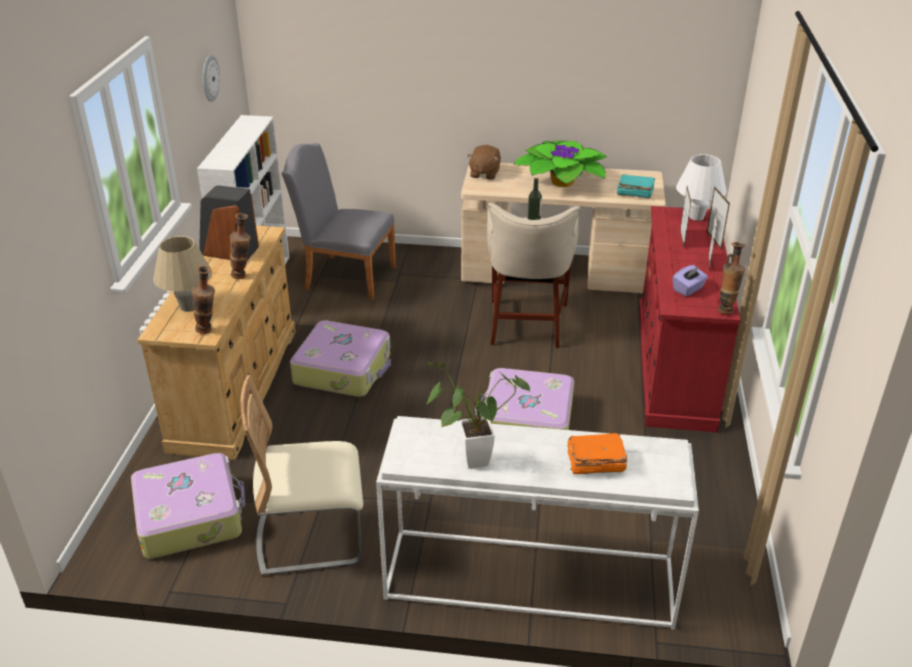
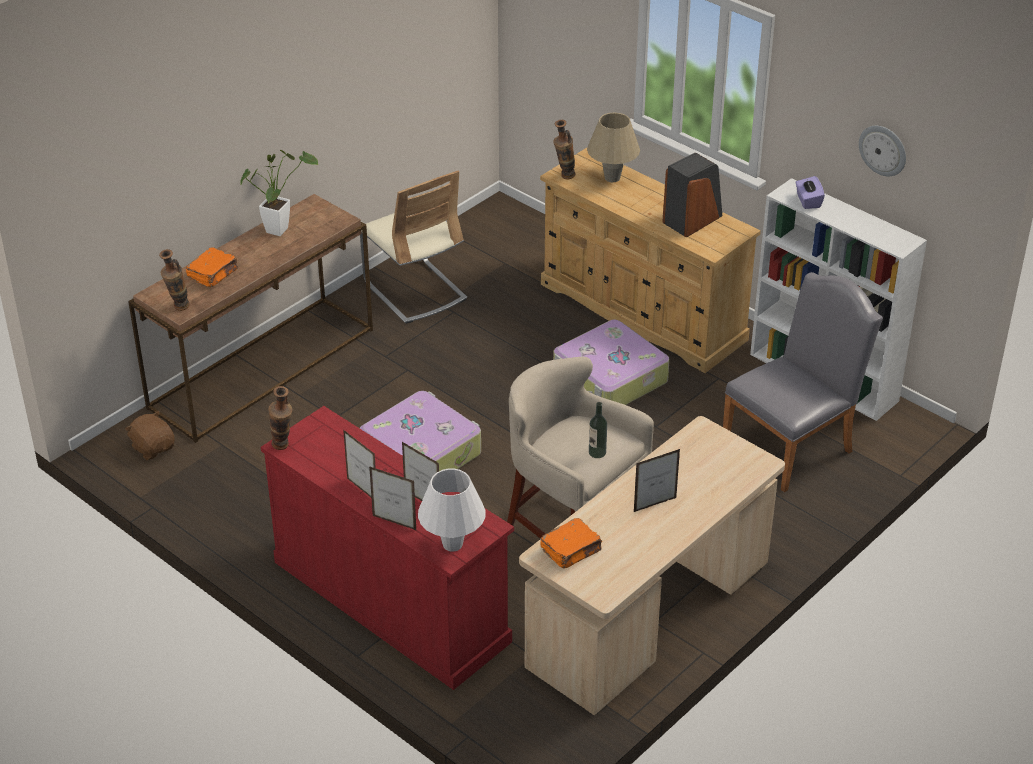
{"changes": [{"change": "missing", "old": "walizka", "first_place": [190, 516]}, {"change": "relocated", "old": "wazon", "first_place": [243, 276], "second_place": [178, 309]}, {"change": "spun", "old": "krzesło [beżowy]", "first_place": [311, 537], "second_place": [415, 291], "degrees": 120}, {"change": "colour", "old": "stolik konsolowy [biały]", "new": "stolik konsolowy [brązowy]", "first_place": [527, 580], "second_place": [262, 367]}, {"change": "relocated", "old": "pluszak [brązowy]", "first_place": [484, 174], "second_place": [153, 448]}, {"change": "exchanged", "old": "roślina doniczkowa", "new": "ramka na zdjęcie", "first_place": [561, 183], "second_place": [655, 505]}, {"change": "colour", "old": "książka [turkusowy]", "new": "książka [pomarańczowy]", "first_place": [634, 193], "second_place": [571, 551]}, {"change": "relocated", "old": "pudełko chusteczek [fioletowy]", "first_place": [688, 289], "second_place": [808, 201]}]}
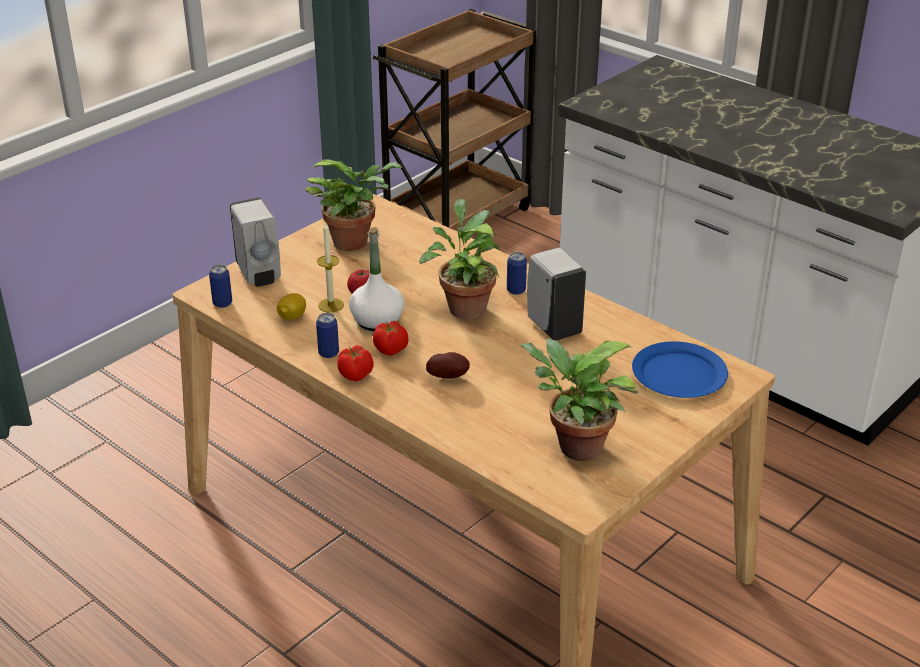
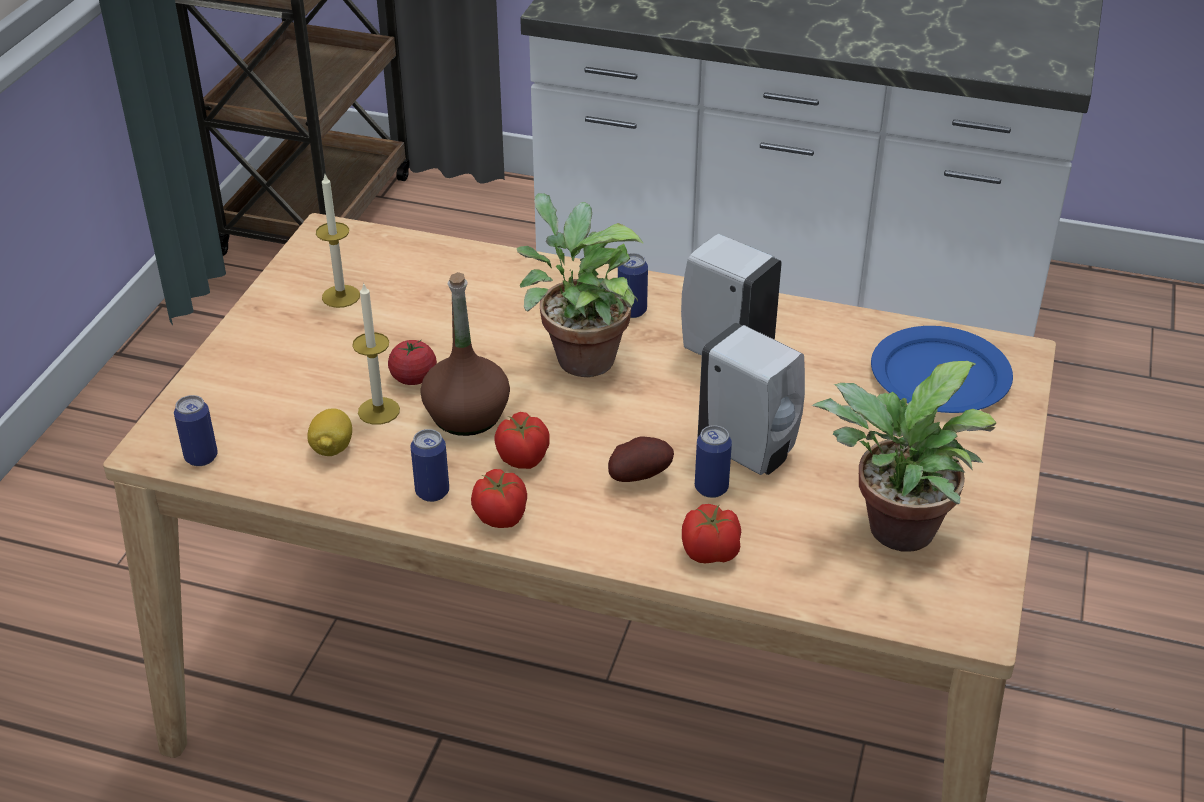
{"changes": [{"change": "relocated", "old": "dozownik mydła [biały]", "first_place": [259, 275], "second_place": [749, 452]}, {"change": "exchanged", "old": "roślina doniczkowa", "new": "świeca", "first_place": [355, 241], "second_place": [341, 296]}, {"change": "colour", "old": "butelka [biały]", "new": "butelka [brązowy]", "first_place": [377, 320], "second_place": [467, 415]}, {"change": "appeared", "new": "pomidor", "second_place": [711, 553]}, {"change": "appeared", "new": "puszka", "second_place": [711, 488]}]}
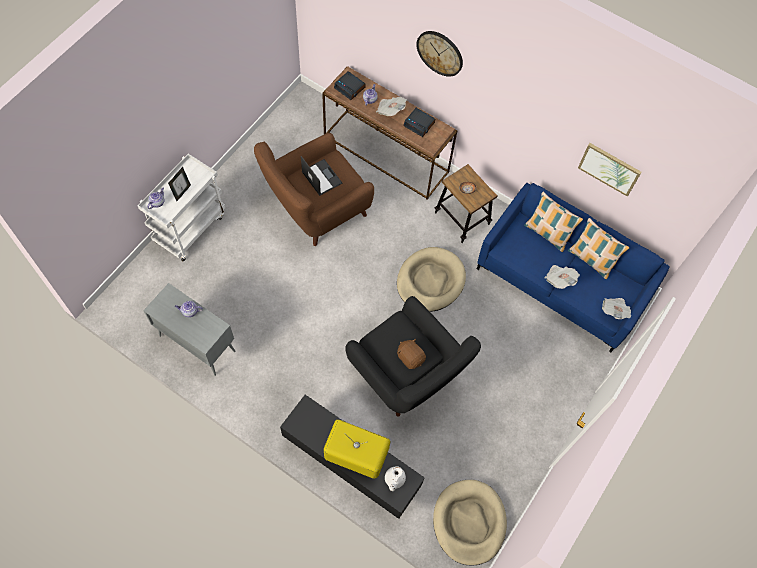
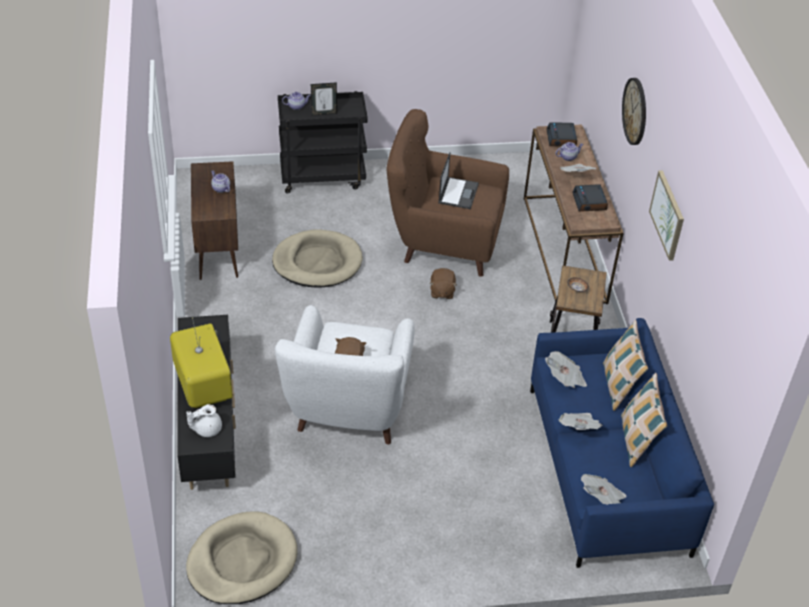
{"changes": [{"change": "colour", "old": "wózek [biały]", "new": "wózek [czarny]", "first_place": [190, 227], "second_place": [323, 177]}, {"change": "colour", "old": "szafka [szary]", "new": "szafka [brązowy]", "first_place": [196, 343], "second_place": [217, 249]}, {"change": "colour", "old": "fotel [czarny]", "new": "fotel [biały]", "first_place": [406, 376], "second_place": [348, 410]}, {"change": "relocated", "old": "legowisko [beżowy]", "first_place": [430, 281], "second_place": [317, 262]}, {"change": "relocated", "old": "obraz", "first_place": [609, 168], "second_place": [667, 215]}, {"change": "appeared", "new": "pluszak [brązowy]", "second_place": [442, 291]}, {"change": "appeared", "new": "gazeta", "second_place": [565, 379]}]}
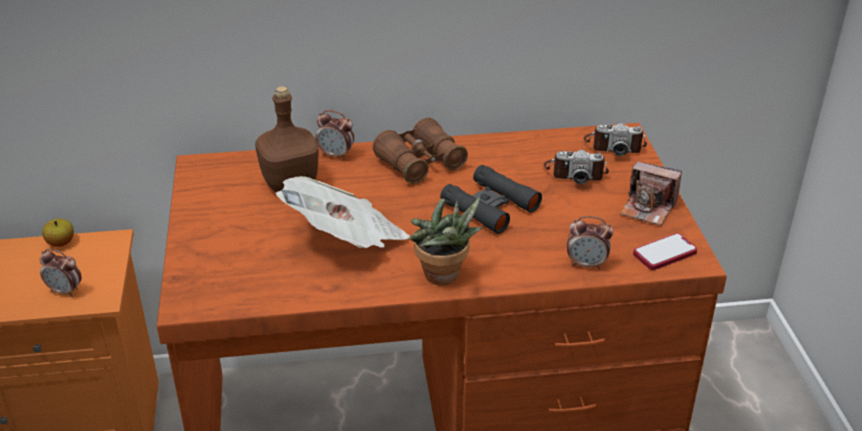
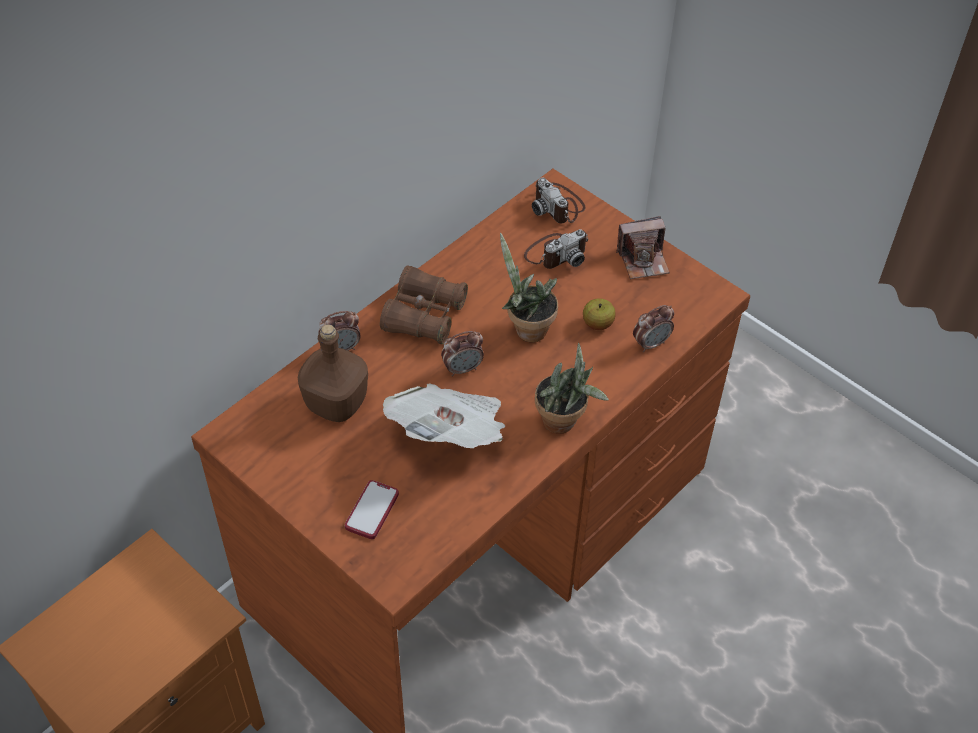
{"changes": [{"change": "relocated", "old": "budzik", "first_place": [65, 291], "second_place": [462, 368]}, {"change": "relocated", "old": "jabłko", "first_place": [61, 243], "second_place": [597, 324]}, {"change": "exchanged", "old": "lornetka [czarny]", "new": "roślina doniczkowa", "first_place": [490, 206], "second_place": [526, 329]}, {"change": "spun", "old": "aparat fotograficzny", "first_place": [614, 145], "second_place": [558, 206], "degrees": 90}, {"change": "relocated", "old": "telefon", "first_place": [664, 253], "second_place": [372, 510]}]}
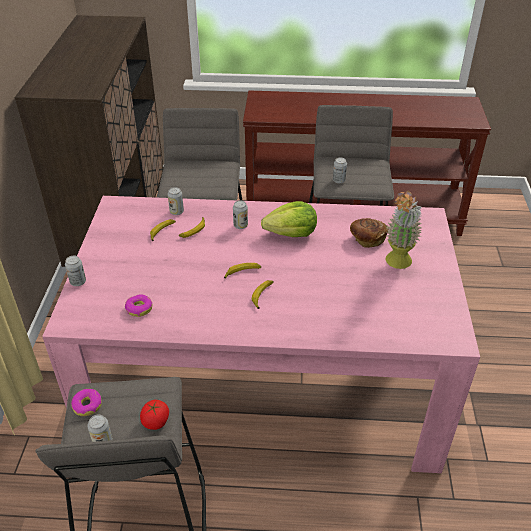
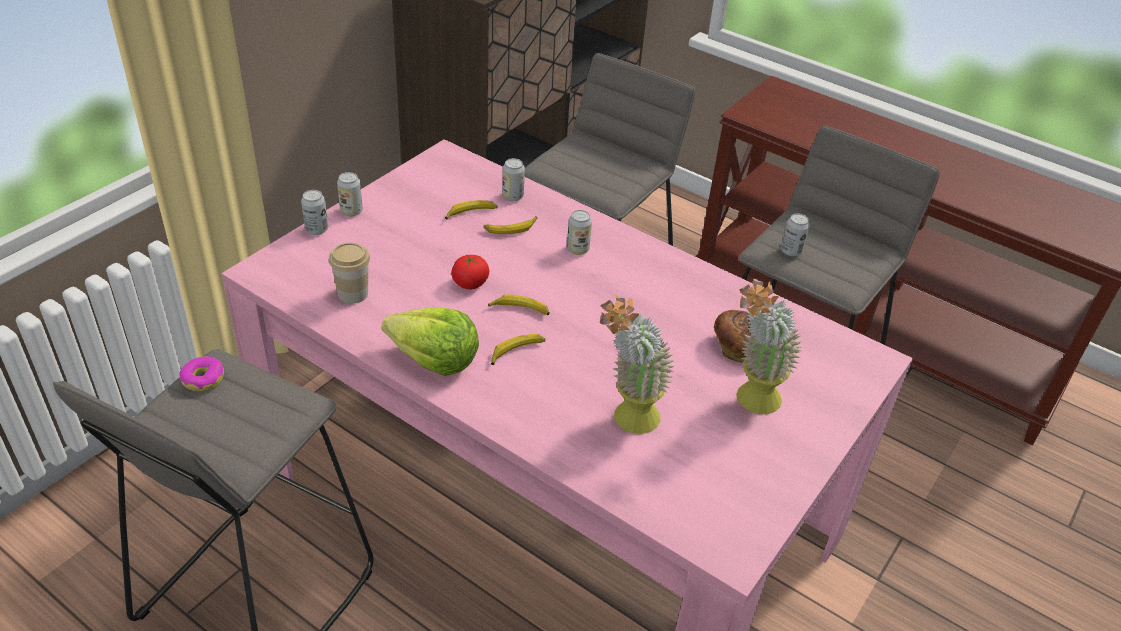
{"changes": [{"change": "relocated", "old": "puszka", "first_place": [103, 443], "second_place": [351, 211]}, {"change": "exchanged", "old": "donut", "new": "filiżanka", "first_place": [139, 308], "second_place": [353, 294]}, {"change": "relocated", "old": "pomidor", "first_place": [156, 421], "second_place": [470, 283]}, {"change": "relocated", "old": "sałata", "first_place": [291, 233], "second_place": [434, 360]}, {"change": "appeared", "new": "roślina doniczkowa", "second_place": [626, 422]}]}
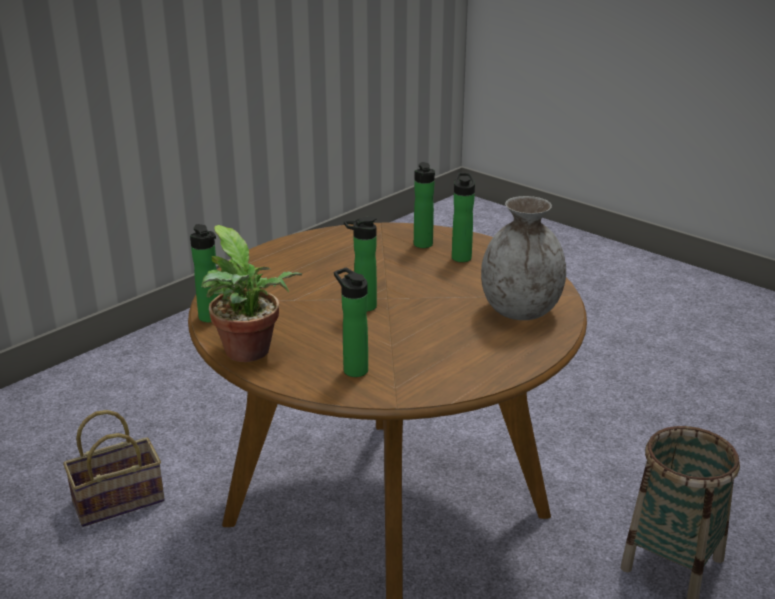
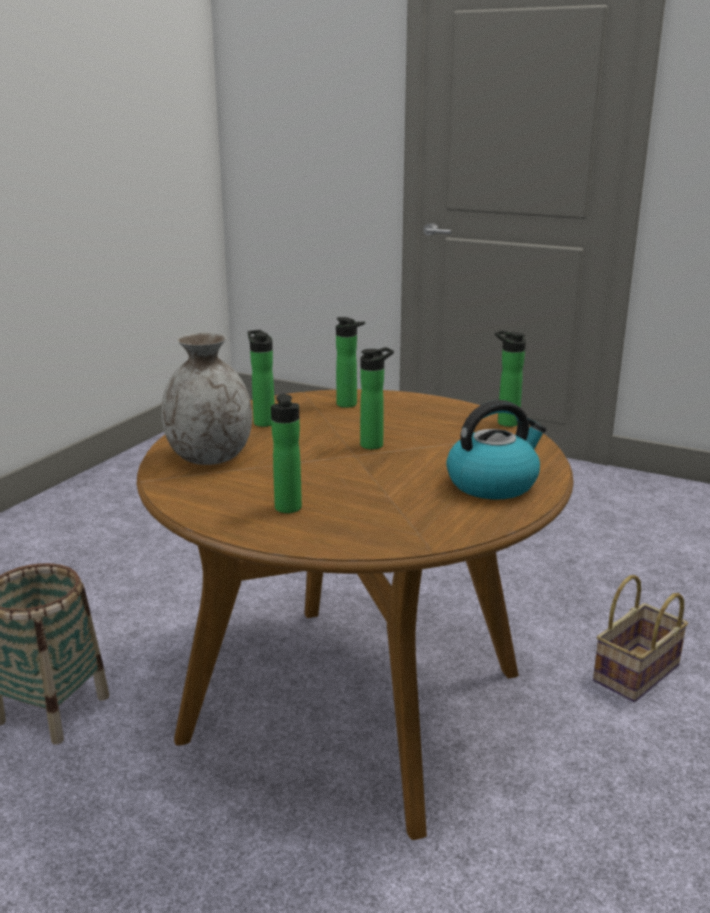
{"changes": [{"change": "missing", "old": "roślina doniczkowa", "first_place": [250, 354]}, {"change": "relocated", "old": "butelka", "first_place": [424, 245], "second_place": [263, 422]}, {"change": "appeared", "new": "czajnik", "second_place": [493, 483]}]}
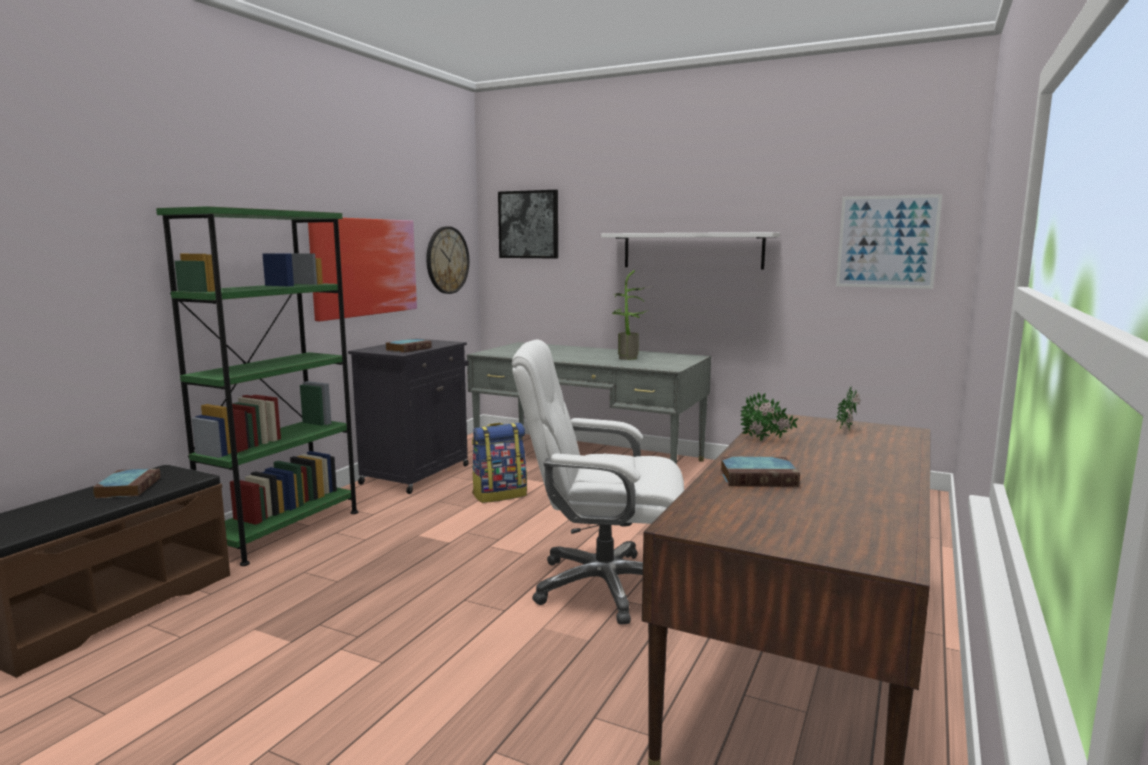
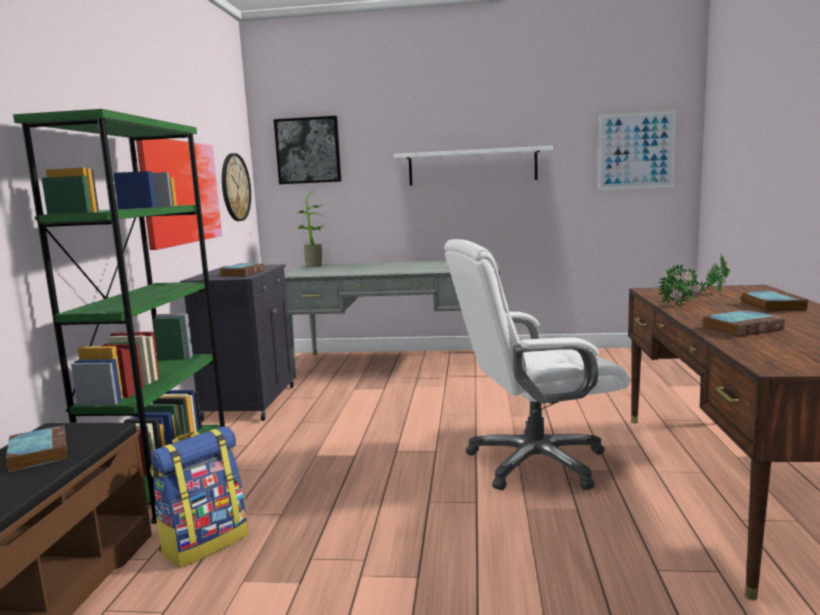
{"changes": [{"change": "relocated", "old": "plecak", "first_place": [500, 495], "second_place": [205, 542]}, {"change": "relocated", "old": "roślina doniczkowa", "first_place": [628, 358], "second_place": [314, 266]}, {"change": "appeared", "new": "książka", "second_place": [771, 306]}]}
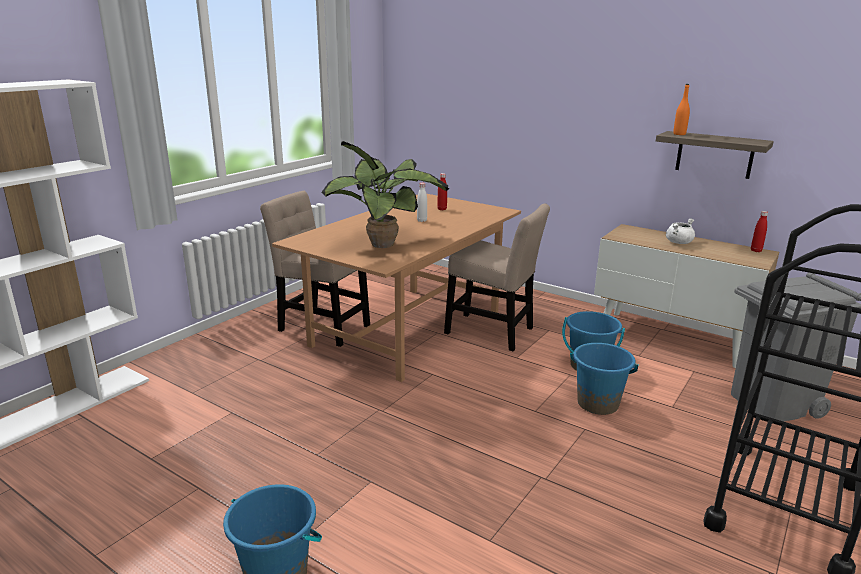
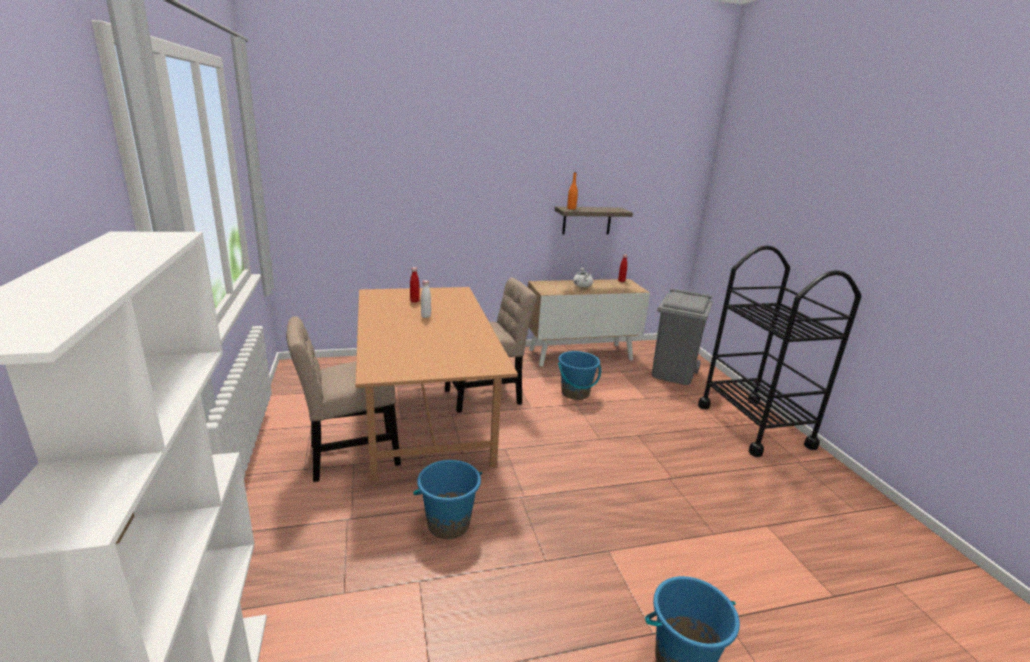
{"changes": [{"change": "missing", "old": "roślina doniczkowa", "first_place": [386, 245]}, {"change": "relocated", "old": "wiadro [niebieski]", "first_place": [598, 403], "second_place": [448, 524]}]}
